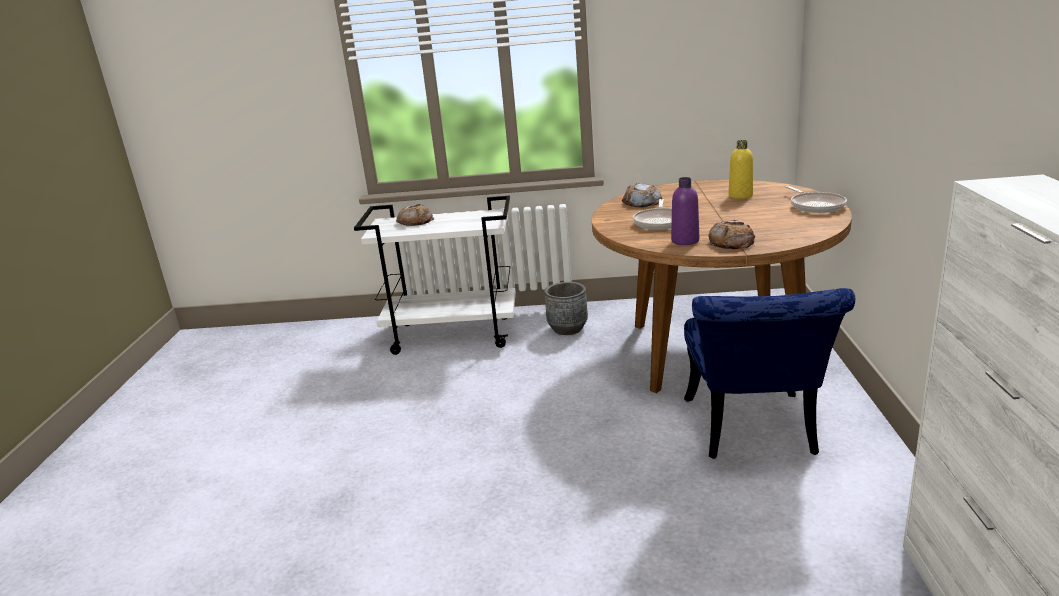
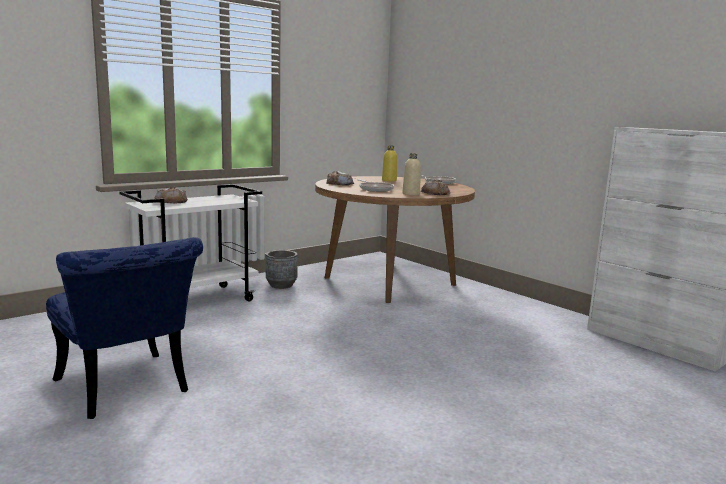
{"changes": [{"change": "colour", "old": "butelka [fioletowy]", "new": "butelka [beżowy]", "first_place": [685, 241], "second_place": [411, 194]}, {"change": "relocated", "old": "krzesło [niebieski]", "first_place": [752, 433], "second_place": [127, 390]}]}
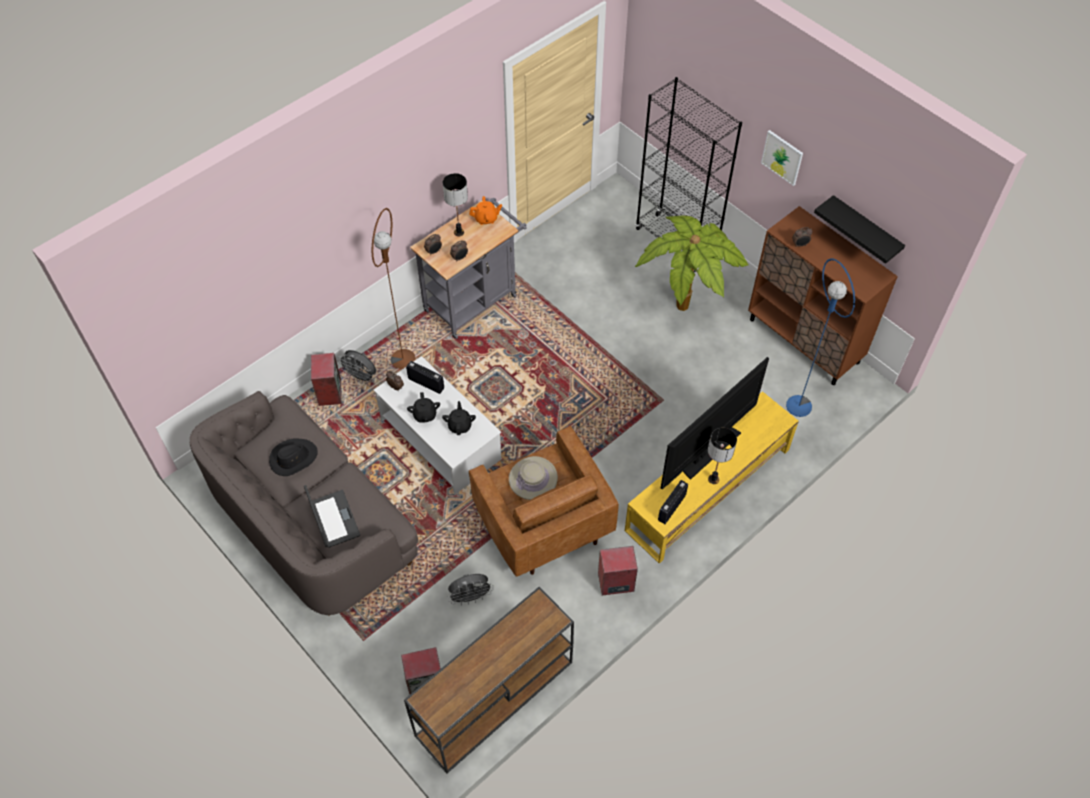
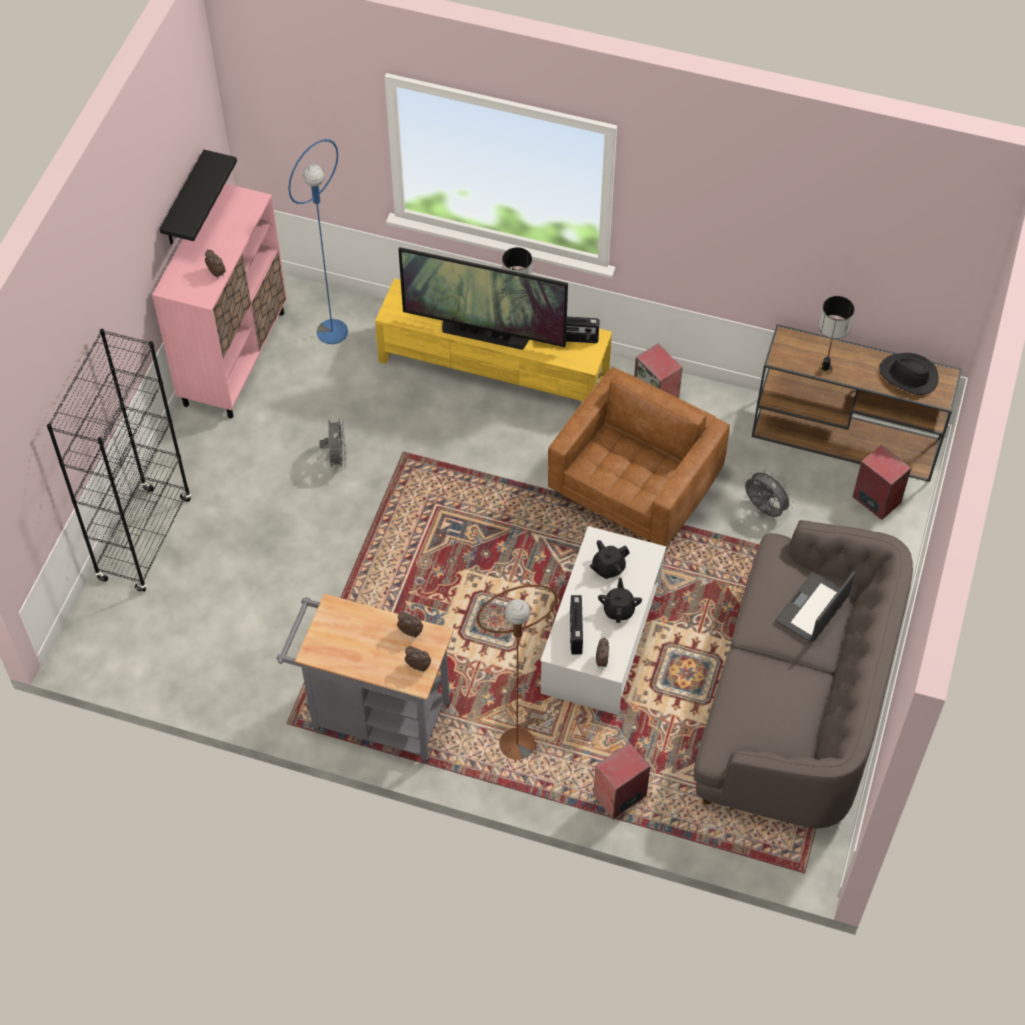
{"changes": [{"change": "relocated", "old": "kapelusz [czarny]", "first_place": [293, 458], "second_place": [908, 376]}, {"change": "relocated", "old": "wentylator [szary]", "first_place": [361, 377], "second_place": [337, 458]}, {"change": "spun", "old": "imbryk [czarny]", "first_place": [424, 415], "second_place": [619, 609], "degrees": -45}, {"change": "relocated", "old": "lampa stołowa", "first_place": [459, 233], "second_place": [825, 368]}, {"change": "missing", "old": "imbryk [pomarańczowy]", "first_place": [486, 219]}, {"change": "missing", "old": "kapelusz [beżowy]", "first_place": [533, 479]}, {"change": "missing", "old": "roślina doniczkowa", "first_place": [684, 311]}, {"change": "colour", "old": "szafka [brązowy]", "new": "szafka [różowy]", "first_place": [804, 341], "second_place": [234, 357]}, {"change": "missing", "old": "obraz", "first_place": [782, 157]}]}
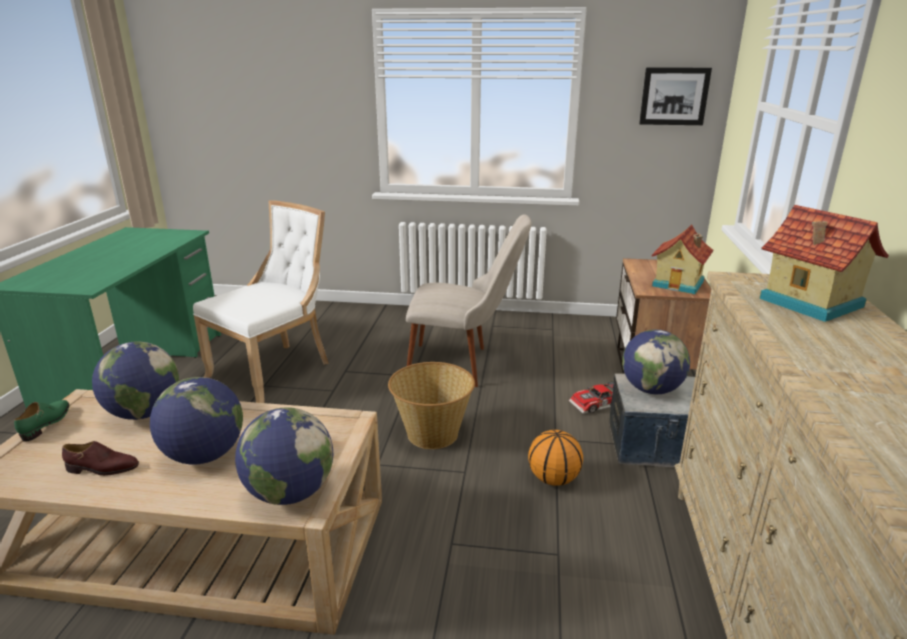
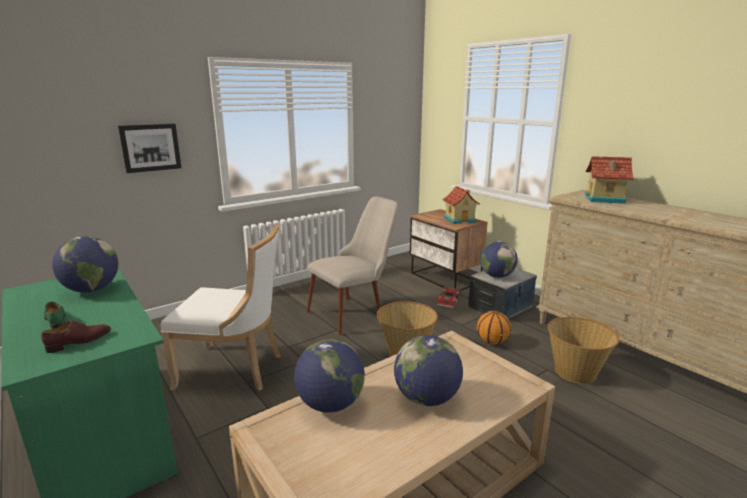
{"changes": [{"change": "relocated", "old": "but [zielony]", "first_place": [47, 423], "second_place": [56, 320]}, {"change": "relocated", "old": "but [brązowy]", "first_place": [102, 468], "second_place": [80, 341]}, {"change": "spun", "old": "krzesło [biały]", "first_place": [275, 370], "second_place": [234, 369], "degrees": 105}, {"change": "relocated", "old": "globus", "first_place": [290, 493], "second_place": [92, 290]}, {"change": "relocated", "old": "obraz", "first_place": [674, 96], "second_place": [150, 147]}, {"change": "appeared", "new": "koszyk", "second_place": [575, 372]}]}
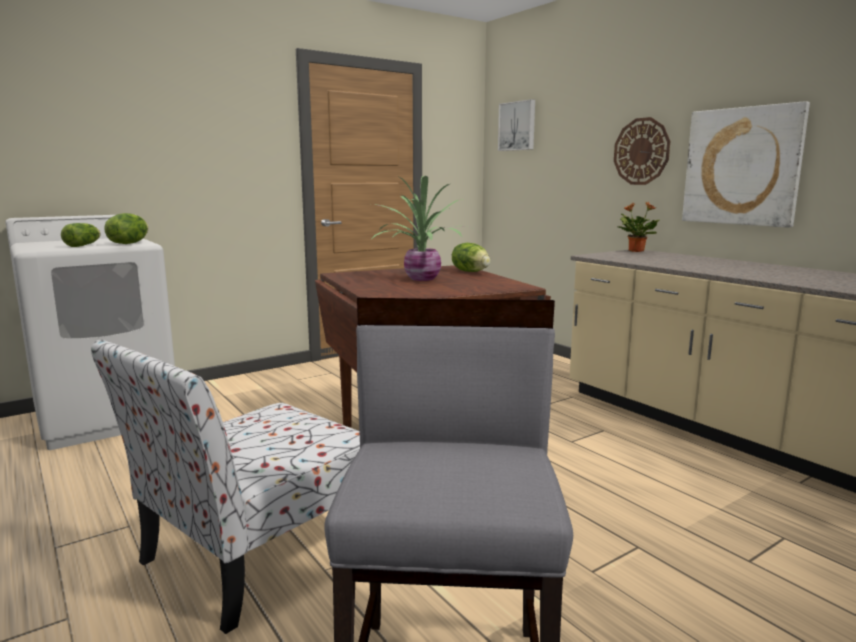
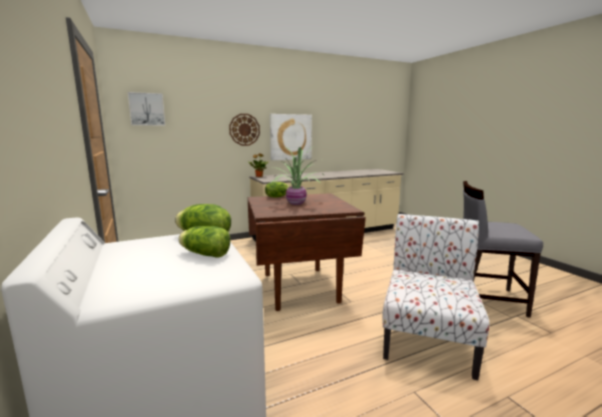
{"changes": [{"change": "spun", "old": "krzesło", "first_place": [257, 553], "second_place": [427, 337], "degrees": -120}]}
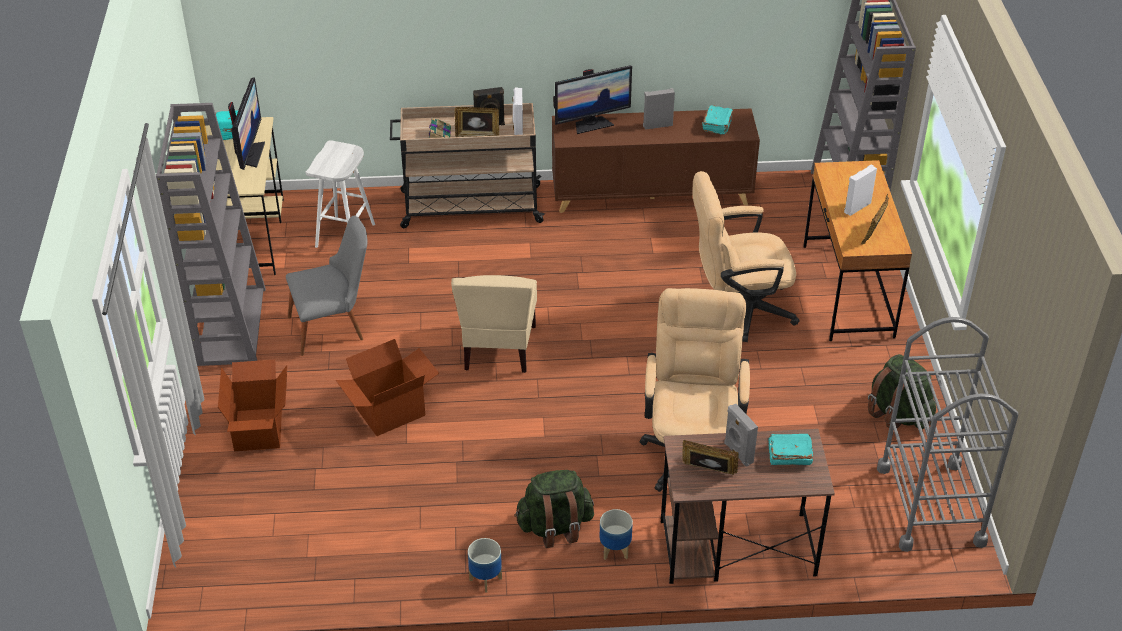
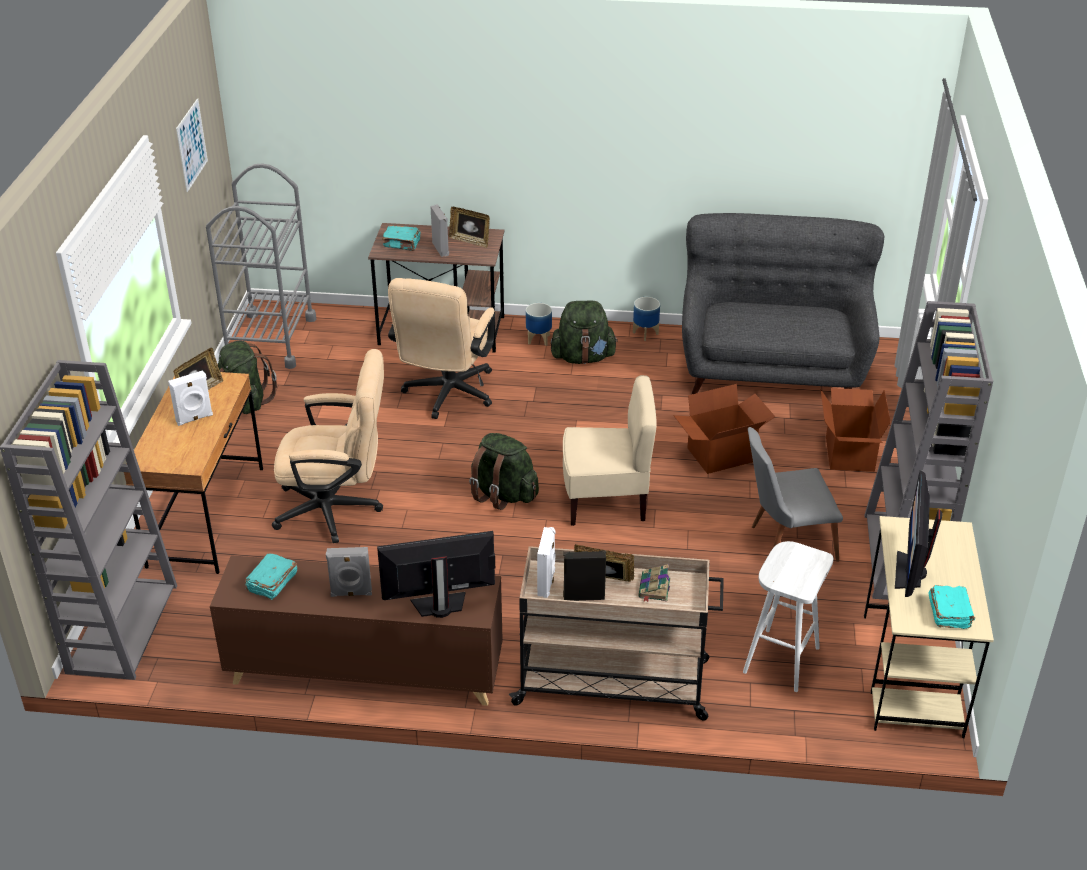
{"changes": [{"change": "spun", "old": "krzesło [beżowy]", "first_place": [498, 348], "second_place": [606, 501], "degrees": 75}, {"change": "appeared", "new": "obraz", "second_place": [191, 145]}, {"change": "appeared", "new": "plecak [zielony]", "second_place": [503, 494]}, {"change": "appeared", "new": "kanapa [szary]", "second_place": [772, 367]}]}
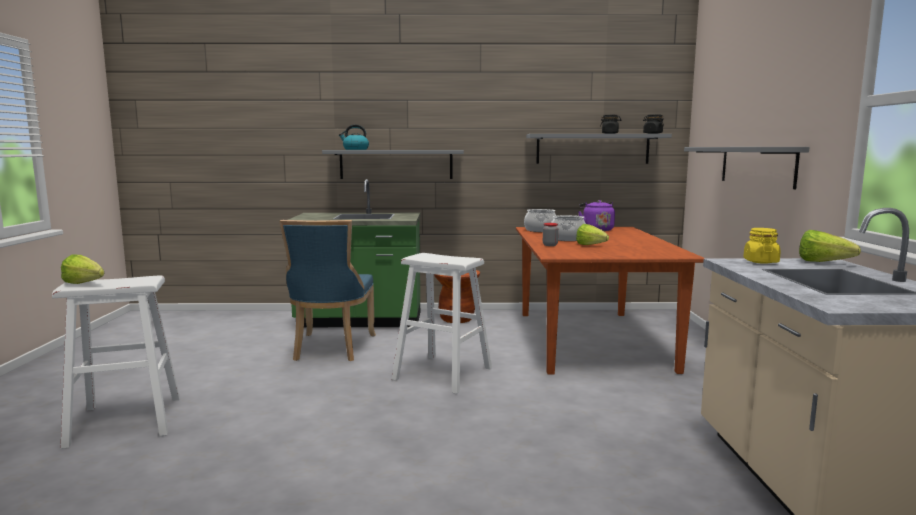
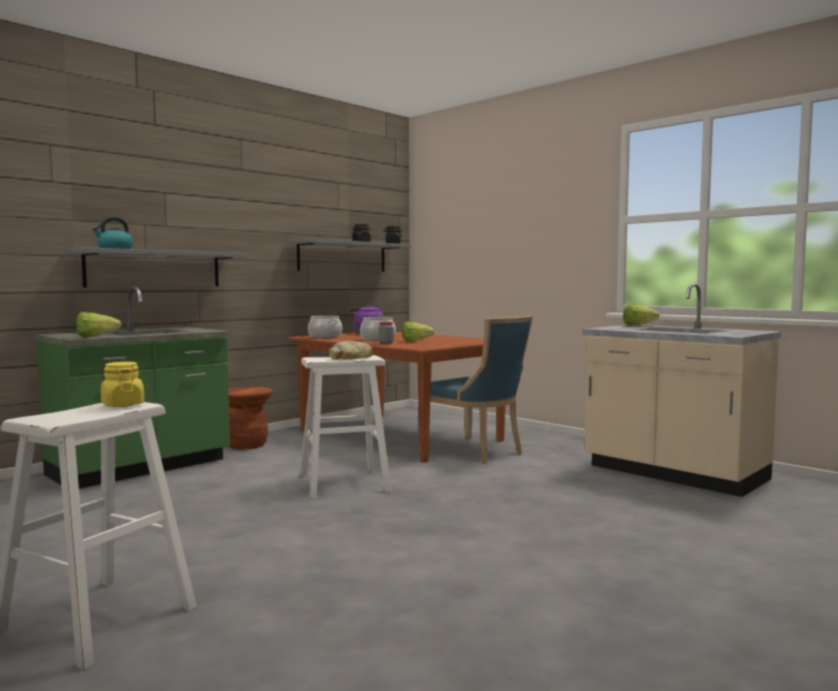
{"changes": [{"change": "relocated", "old": "sałata", "first_place": [86, 284], "second_place": [99, 337]}, {"change": "relocated", "old": "krzesło [niebieski]", "first_place": [331, 348], "second_place": [475, 452]}, {"change": "missing", "old": "półka [szary]", "first_place": [756, 165]}, {"change": "relocated", "old": "słoik [żółty]", "first_place": [760, 261], "second_place": [122, 405]}, {"change": "appeared", "new": "chleb", "second_place": [351, 357]}]}
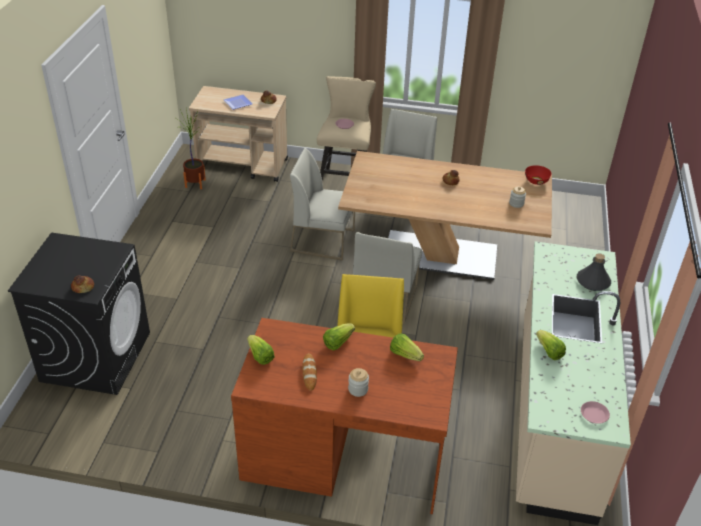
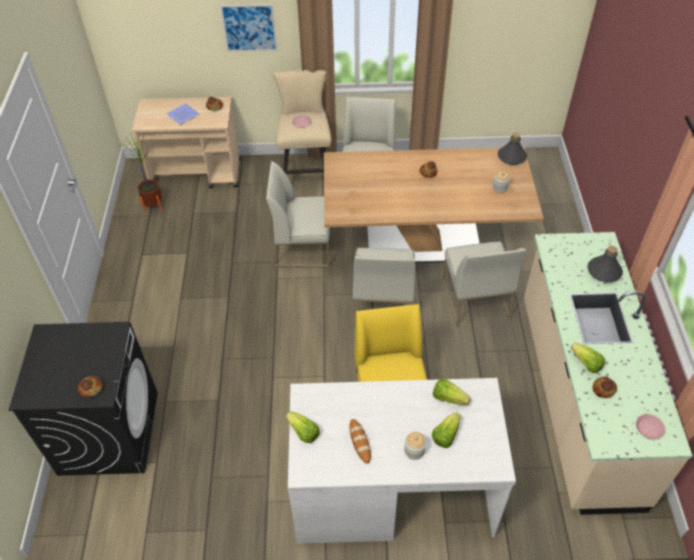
{"changes": [{"change": "colour", "old": "biurko [brązowy]", "new": "biurko [biały]", "first_place": [344, 454], "second_place": [392, 490]}, {"change": "relocated", "old": "sałata", "first_place": [338, 342], "second_place": [445, 435]}, {"change": "exchanged", "old": "miska [czerwony]", "new": "butelka [szary]", "first_place": [536, 181], "second_place": [511, 157]}, {"change": "appeared", "new": "obraz", "second_place": [249, 28]}, {"change": "appeared", "new": "krzesło [biały]", "second_place": [474, 299]}, {"change": "appeared", "new": "chleb", "second_place": [603, 389]}]}
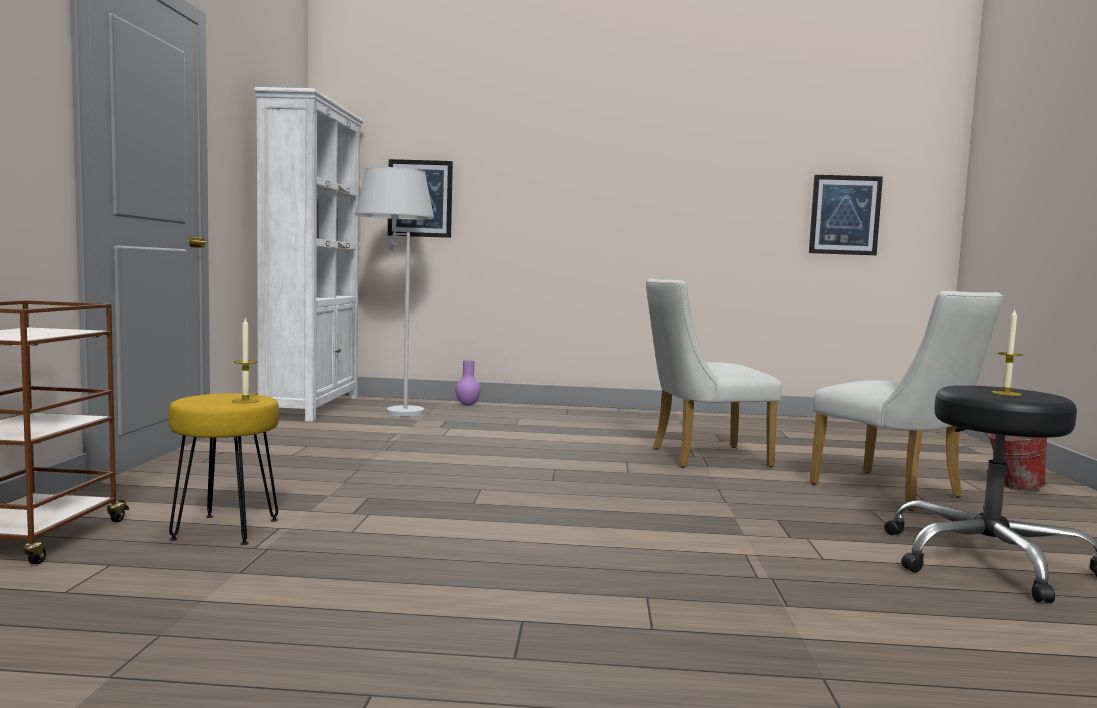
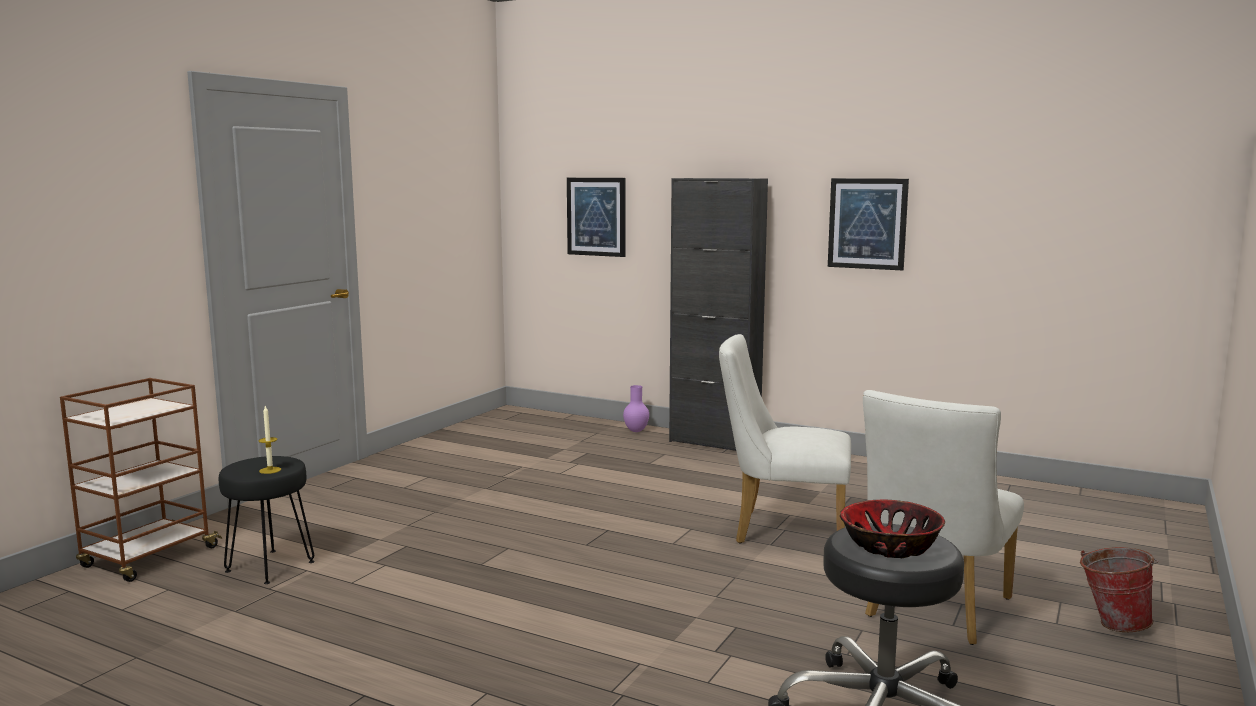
{"changes": [{"change": "colour", "old": "stołek [żółty]", "new": "stołek [czarny]", "first_place": [225, 529], "second_place": [270, 566]}, {"change": "missing", "old": "regał [biały]", "first_place": [312, 407]}, {"change": "missing", "old": "lampa stojąca [biały]", "first_place": [392, 410]}, {"change": "relocated", "old": "obraz", "first_place": [844, 215], "second_place": [867, 223]}, {"change": "spun", "old": "krzesło [biały]", "first_place": [895, 493], "second_place": [933, 611], "degrees": 45}, {"change": "exchanged", "old": "świeca", "new": "miska", "first_place": [1006, 393], "second_place": [889, 546]}, {"change": "appeared", "new": "szafka [czarny]", "second_place": [714, 442]}]}
